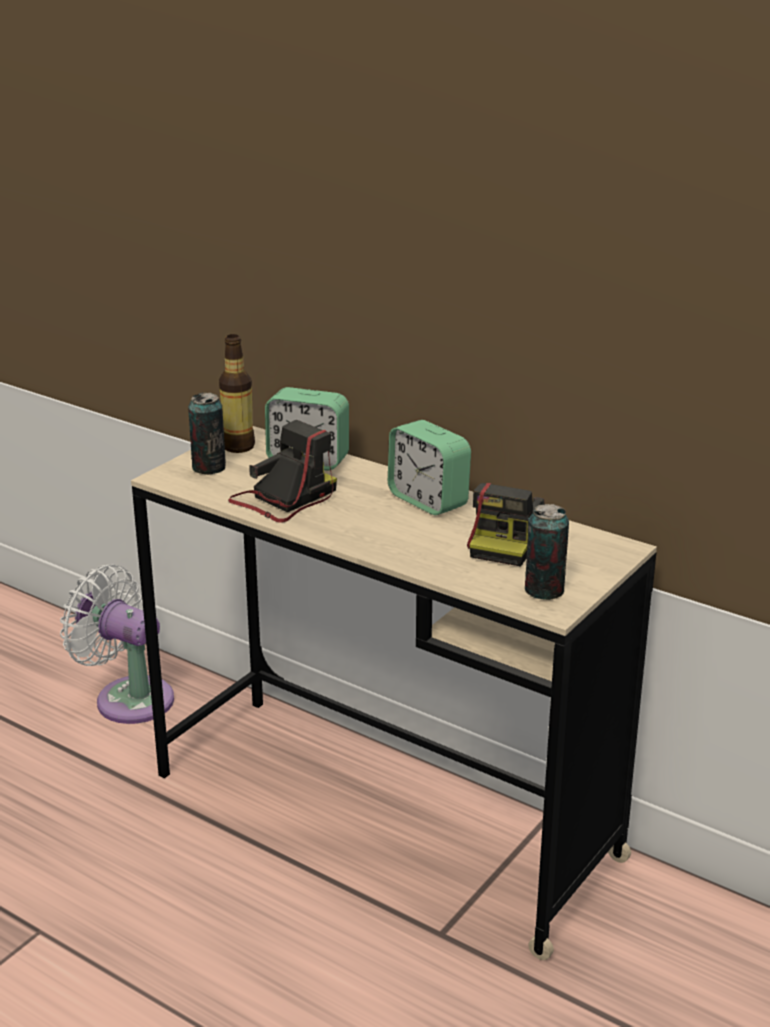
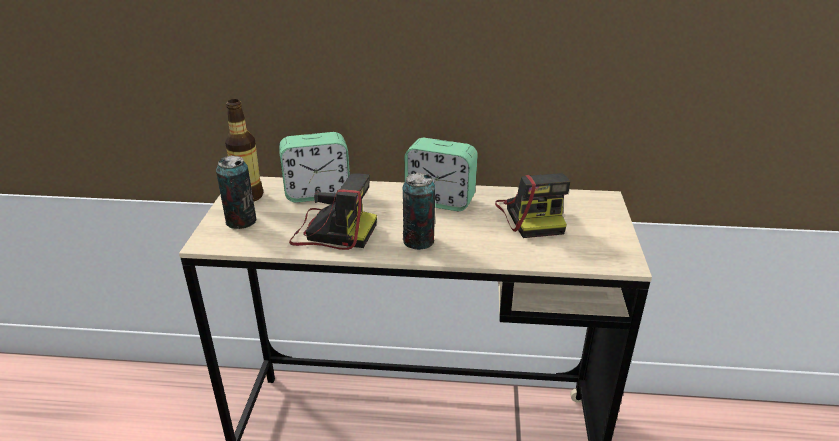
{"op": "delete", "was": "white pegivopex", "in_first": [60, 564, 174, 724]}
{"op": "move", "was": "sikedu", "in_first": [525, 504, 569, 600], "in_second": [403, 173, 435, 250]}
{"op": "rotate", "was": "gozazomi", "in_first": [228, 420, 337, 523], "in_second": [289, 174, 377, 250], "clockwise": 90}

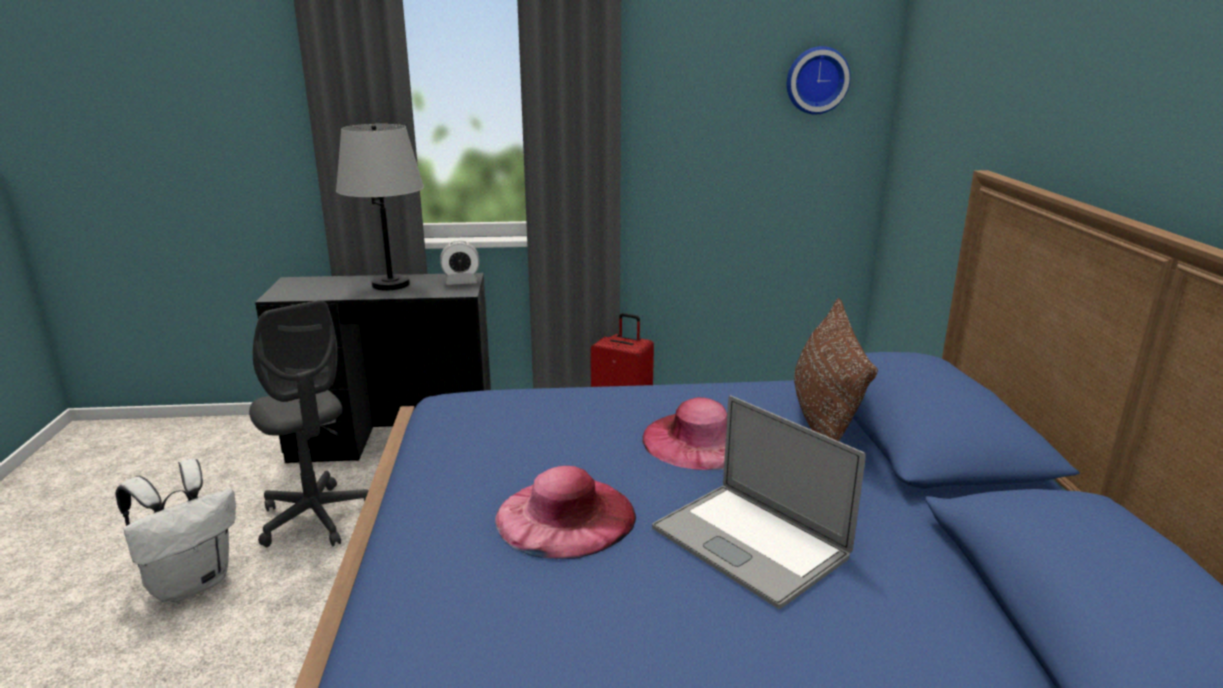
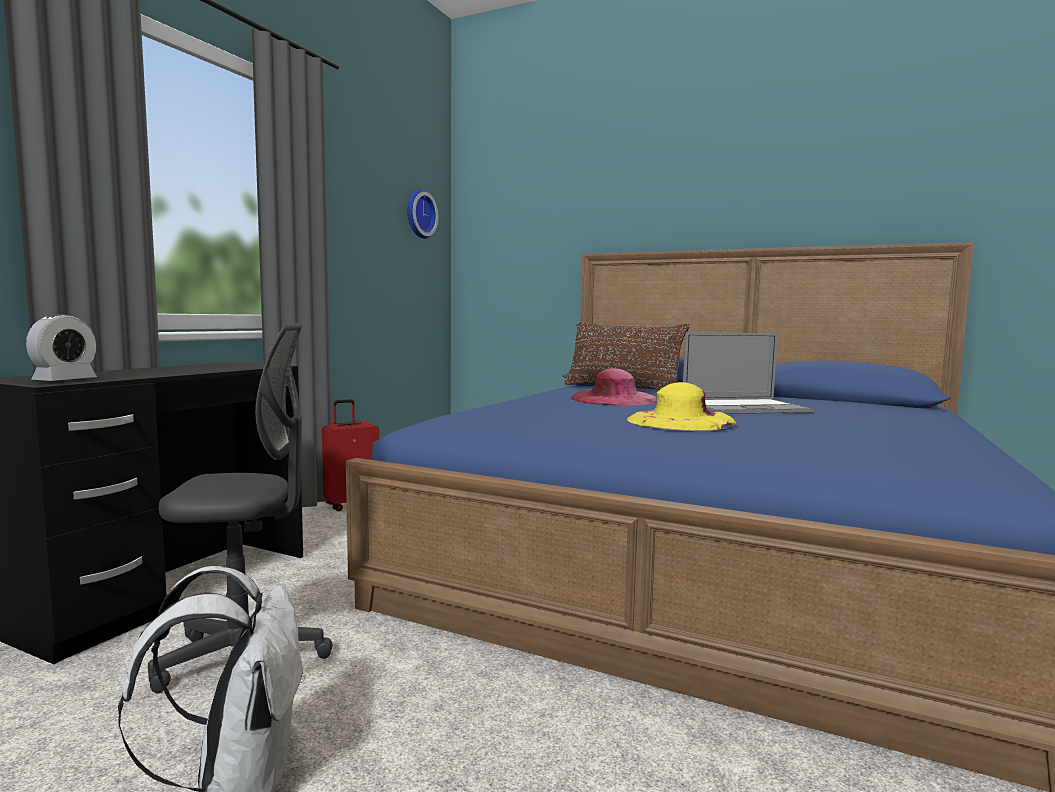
{"op": "delete", "was": "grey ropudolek", "in_first": [336, 124, 424, 291]}
{"op": "move", "was": "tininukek", "in_first": [440, 241, 479, 285], "in_second": [26, 314, 97, 381]}
{"op": "recolor", "was": "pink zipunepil", "now": "yellow zipunepil", "in_first": [495, 466, 636, 559], "in_second": [627, 382, 738, 431]}

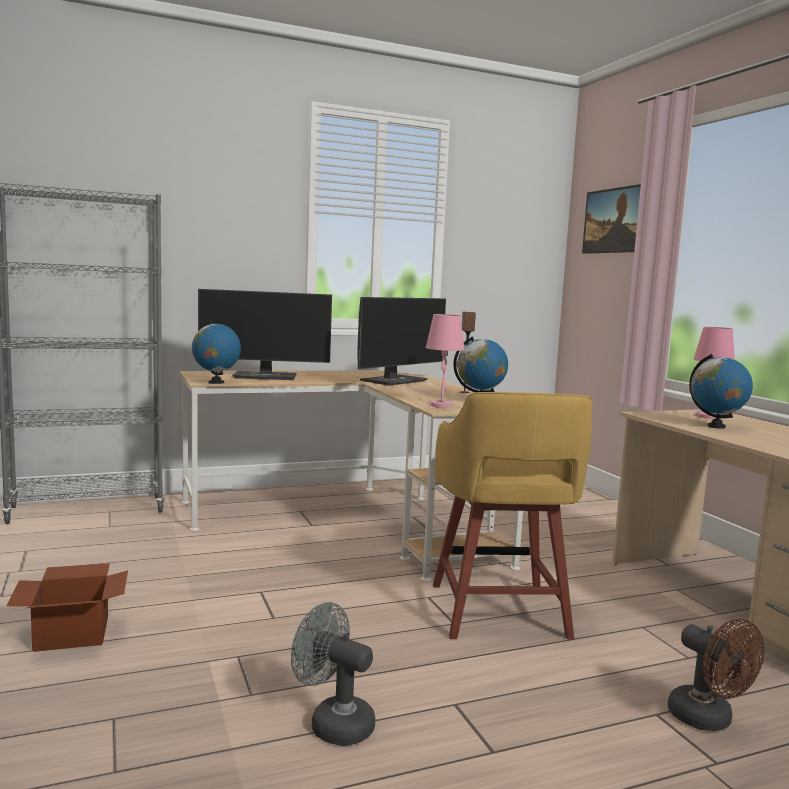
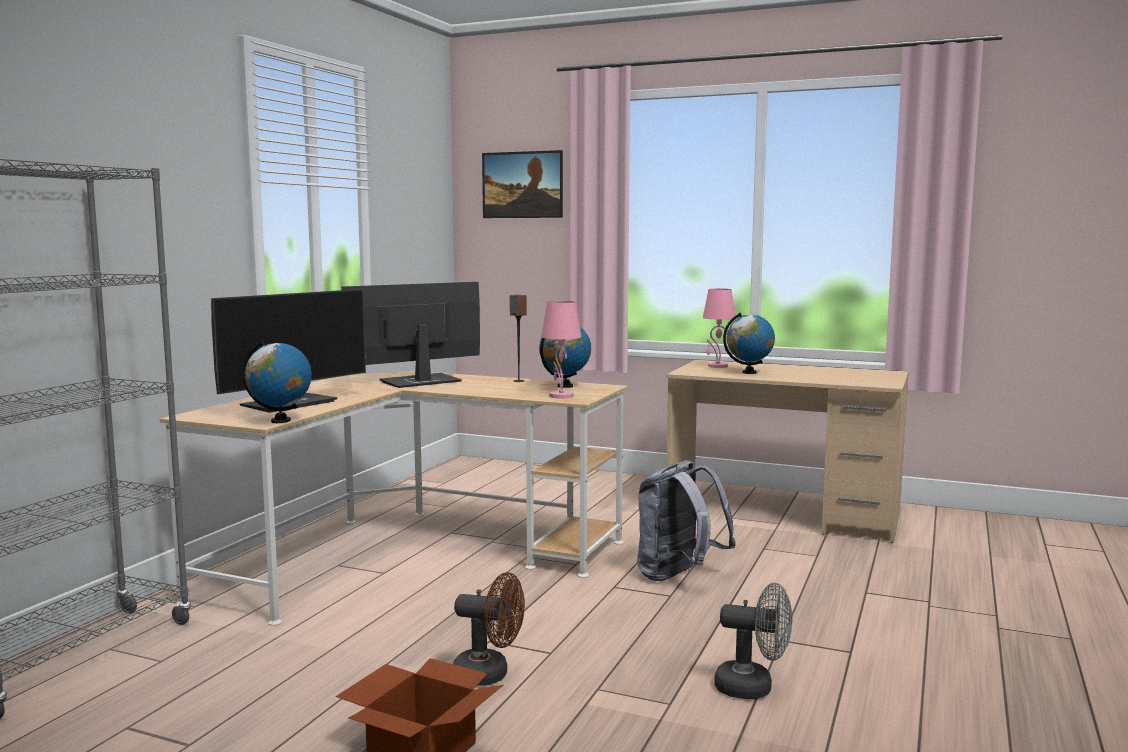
{"op": "move", "was": "brown pegivopex", "in_first": [668, 619, 765, 731], "in_second": [453, 572, 525, 686]}
{"op": "replace", "was": "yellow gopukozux", "now": "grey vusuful", "in_first": [433, 392, 592, 639], "in_second": [637, 460, 736, 581]}
{"op": "rotate", "was": "grey pegivopex", "in_first": [291, 602, 375, 746], "in_second": [715, 583, 792, 699], "clockwise": -150}
{"op": "rotate", "was": "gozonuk", "in_first": [357, 297, 446, 386], "in_second": [341, 282, 480, 388], "clockwise": -120}

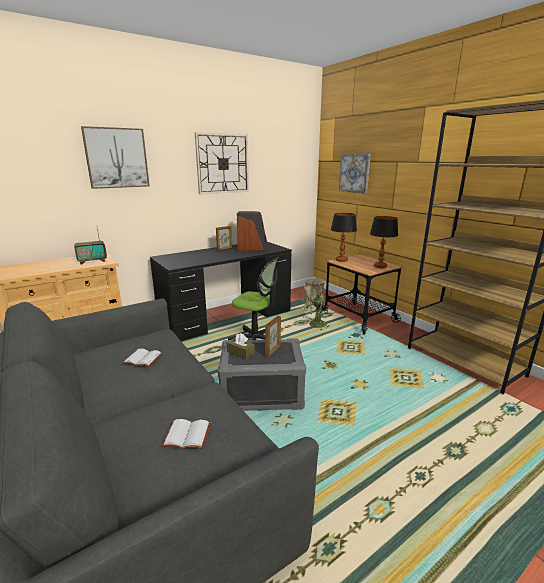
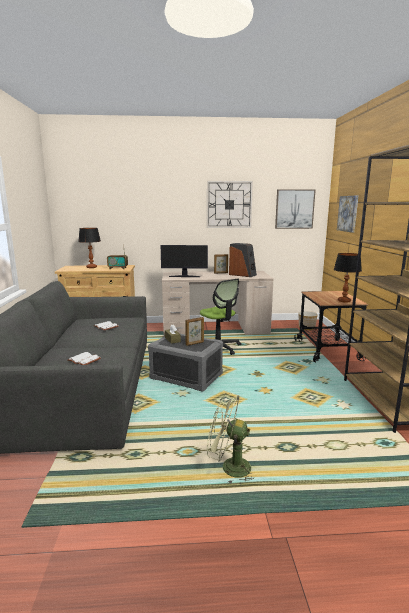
{"op": "insert", "now": "gozonuk", "in_second": [161, 245, 208, 277]}
{"op": "move", "was": "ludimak", "in_first": [81, 126, 150, 189], "in_second": [275, 189, 316, 229]}
{"op": "move", "was": "green pegivopex", "in_first": [300, 281, 331, 330], "in_second": [207, 392, 254, 484]}
{"op": "move", "was": "ropudolek", "in_first": [331, 213, 357, 262], "in_second": [78, 228, 101, 268]}
{"op": "recolor", "was": "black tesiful", "now": "beige tesiful", "in_first": [150, 242, 292, 341], "in_second": [162, 271, 274, 336]}

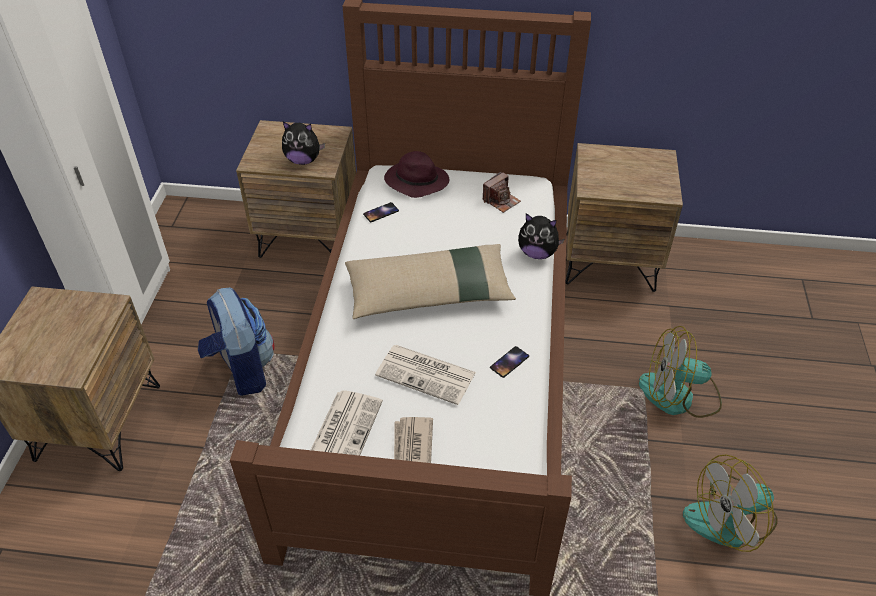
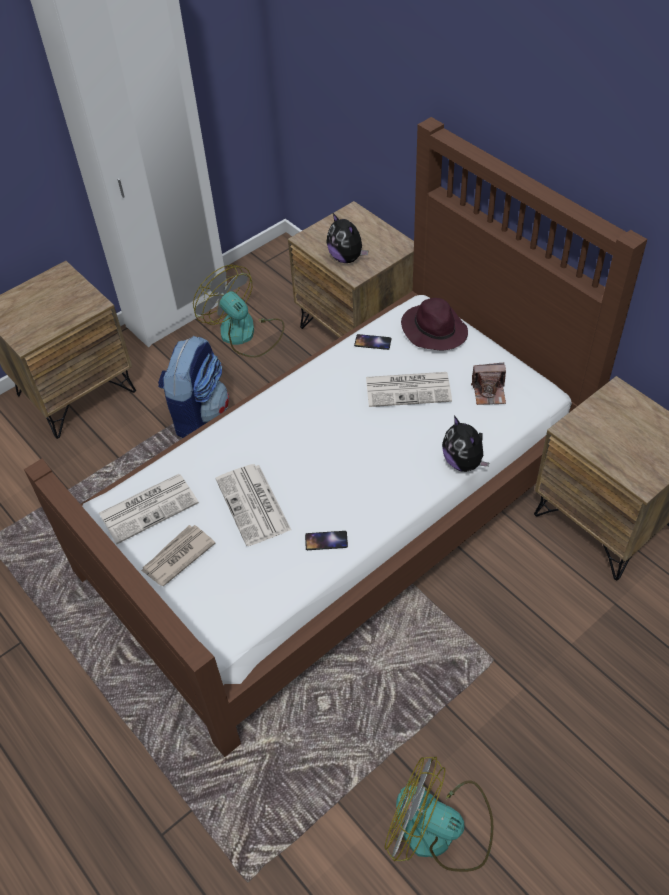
{"op": "delete", "was": "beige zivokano", "in_first": [345, 244, 516, 319]}
{"op": "insert", "now": "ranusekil", "in_second": [366, 372, 452, 407]}
{"op": "move", "was": "pegivopex", "in_first": [639, 326, 722, 418], "in_second": [193, 265, 284, 358]}

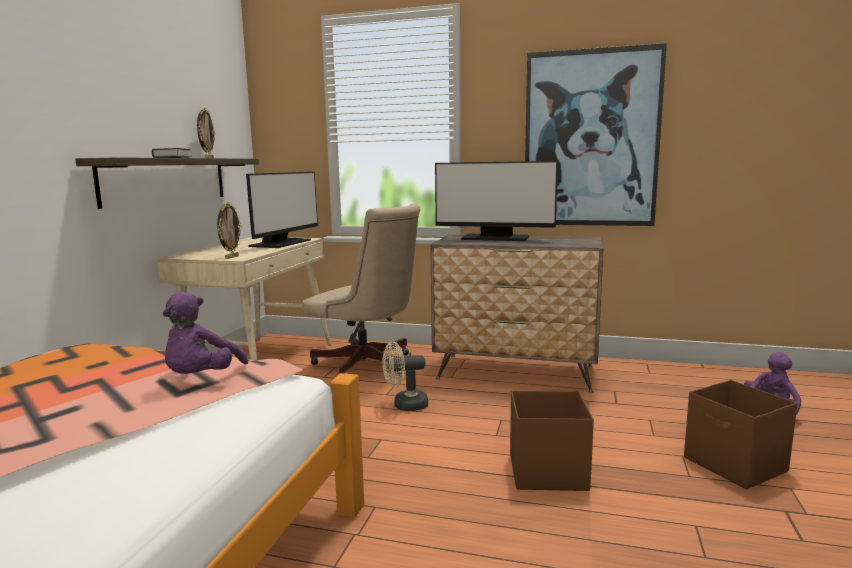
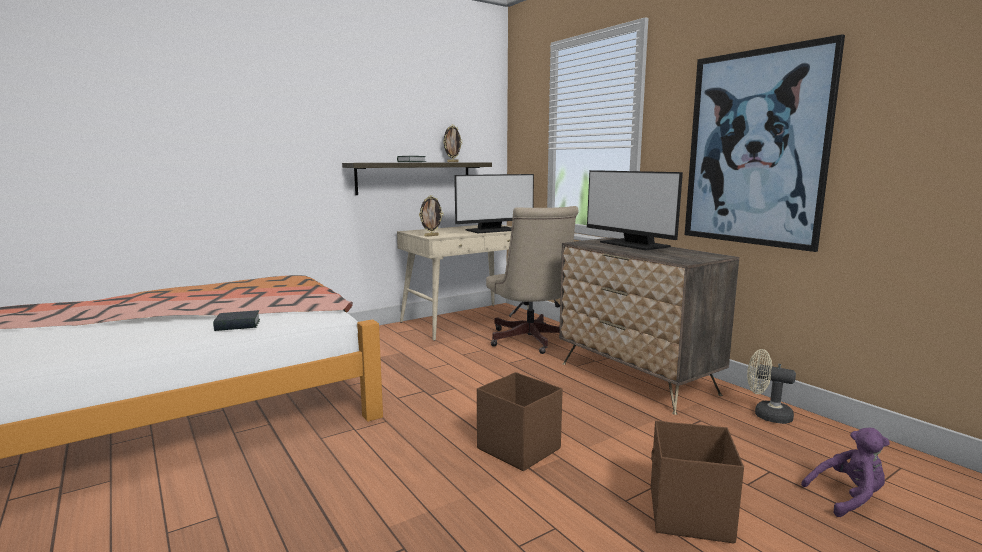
{"op": "delete", "was": "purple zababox", "in_first": [163, 292, 248, 374]}
{"op": "insert", "now": "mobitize", "in_second": [213, 310, 260, 331]}
{"op": "move", "was": "beige pegivopex", "in_first": [382, 342, 428, 411], "in_second": [747, 349, 796, 424]}

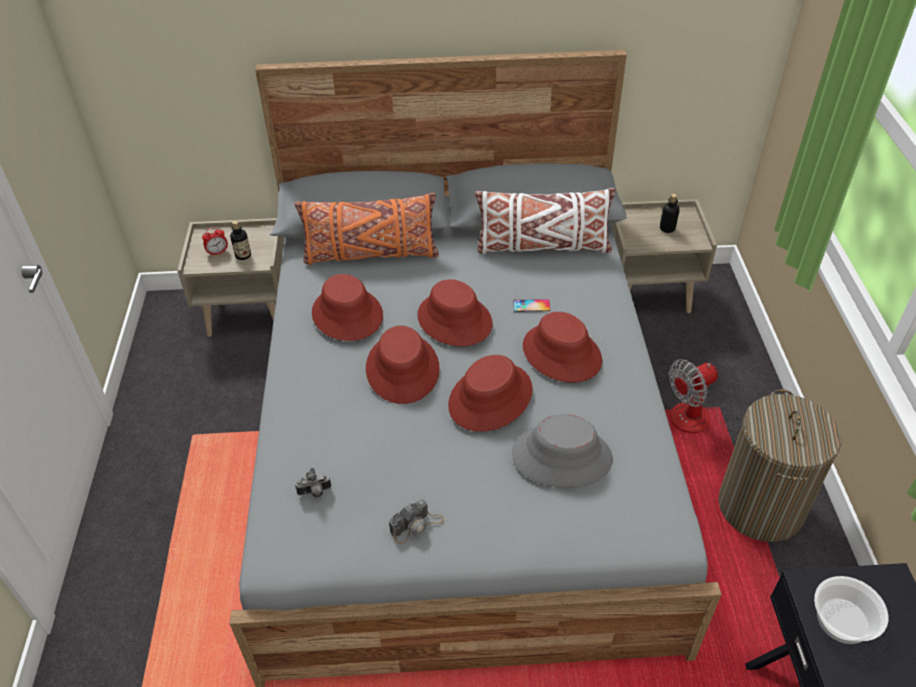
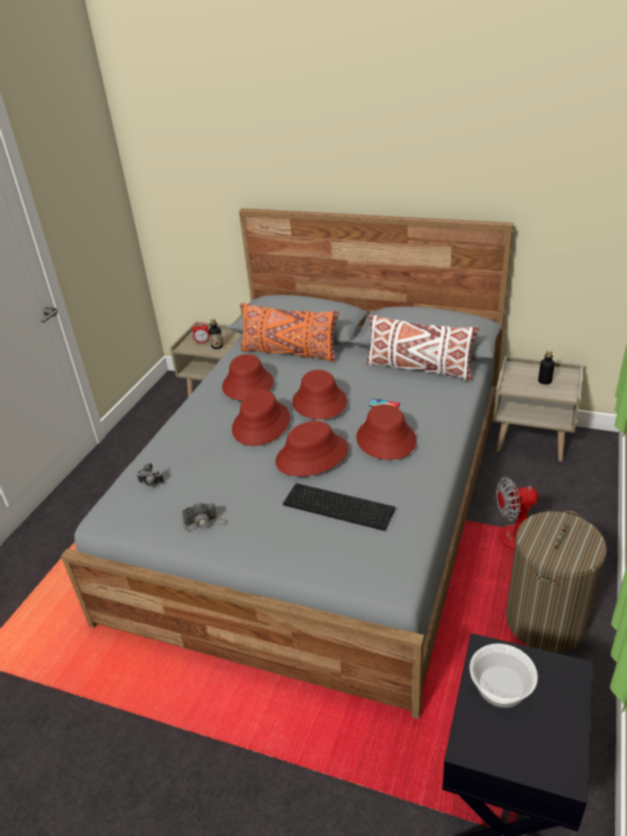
{"op": "replace", "was": "grey zipunepil", "now": "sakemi", "in_first": [512, 414, 613, 488], "in_second": [283, 483, 396, 531]}

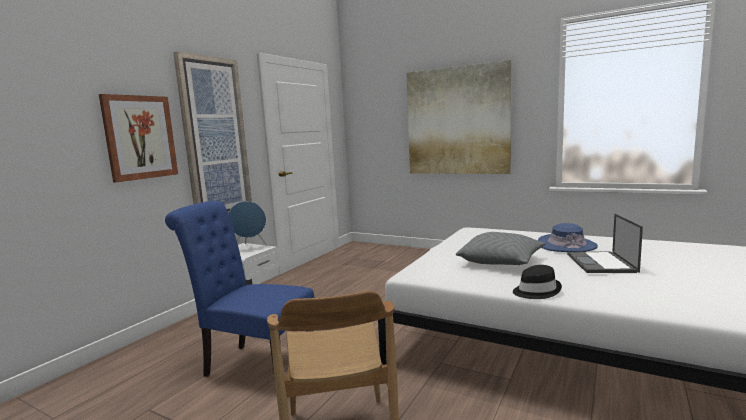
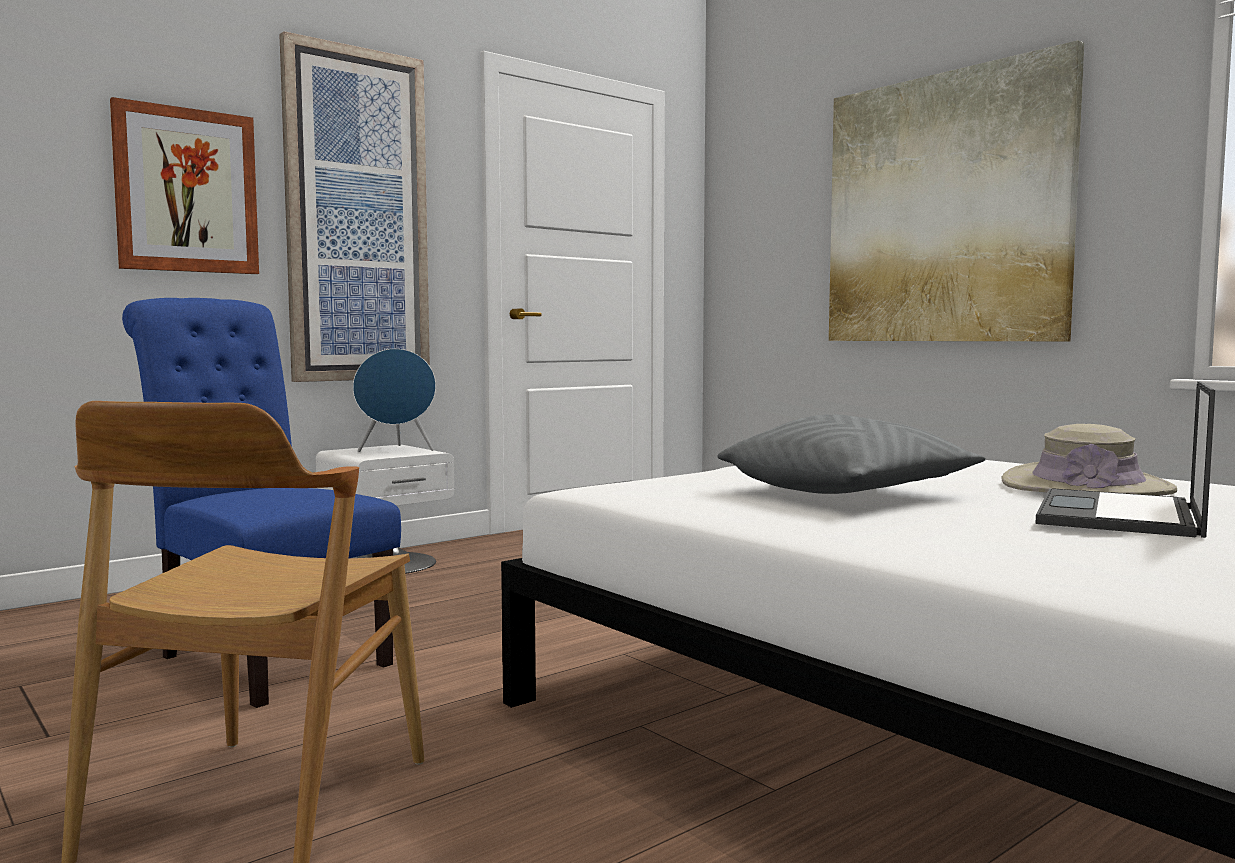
{"op": "delete", "was": "black zipunepil", "in_first": [513, 265, 562, 299]}
{"op": "recolor", "was": "blue zipunepil", "now": "beige zipunepil", "in_first": [537, 223, 598, 252], "in_second": [1001, 424, 1177, 496]}

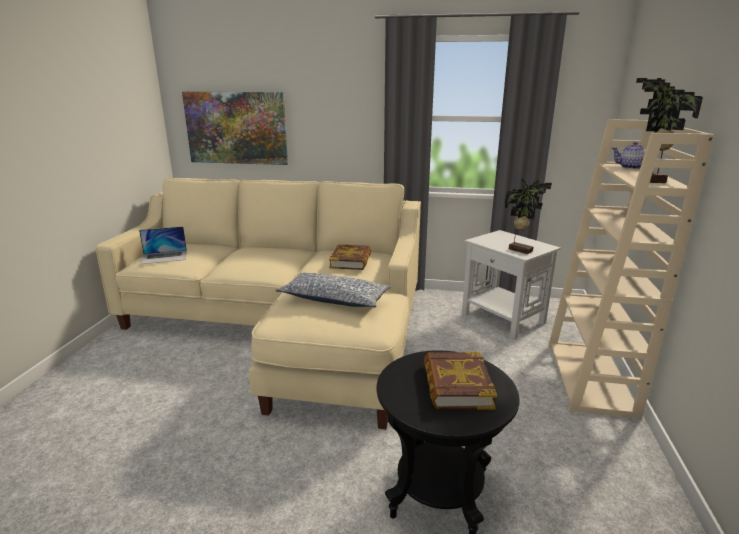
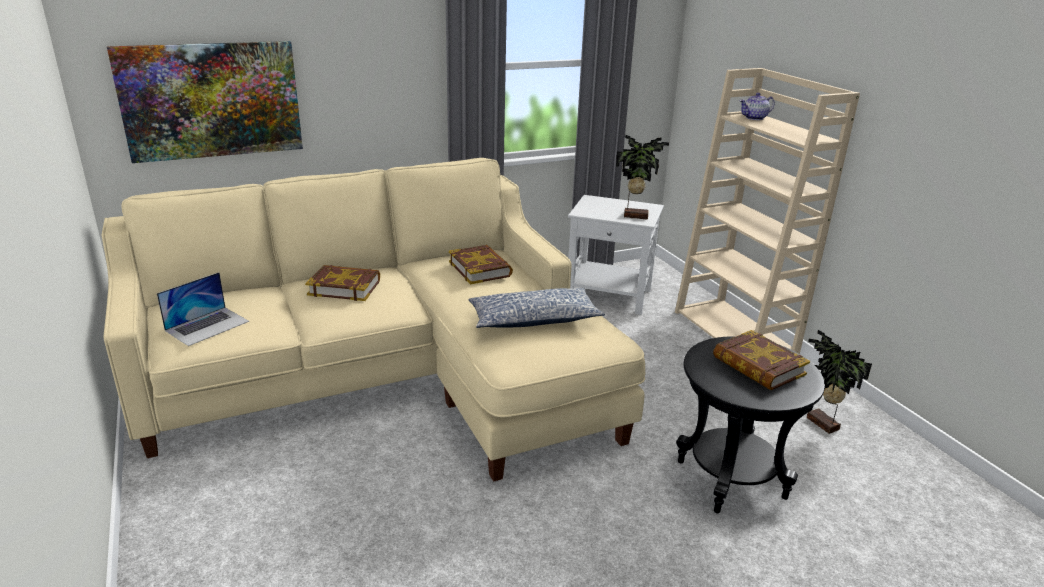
{"op": "insert", "now": "mobitize", "in_second": [305, 265, 380, 301]}
{"op": "move", "was": "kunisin", "in_first": [636, 78, 703, 183], "in_second": [807, 330, 872, 434]}

